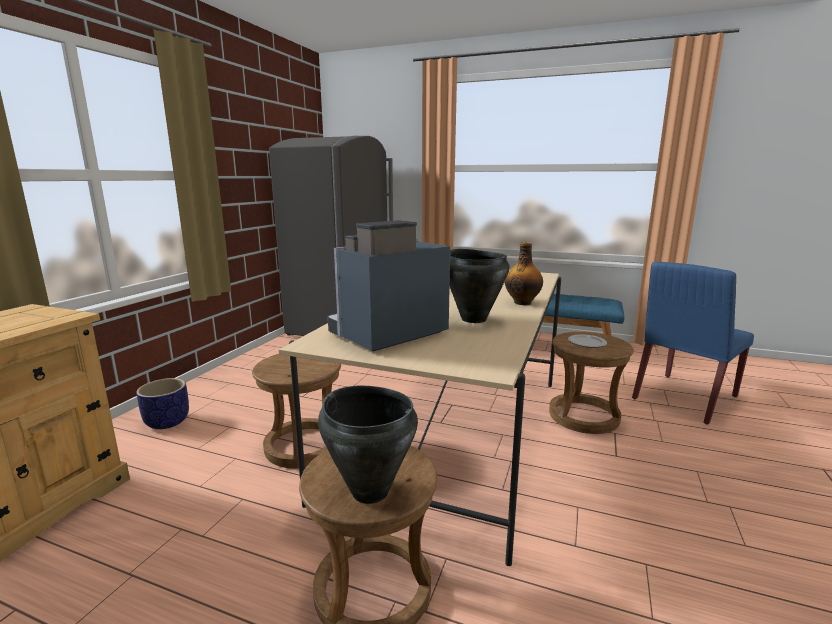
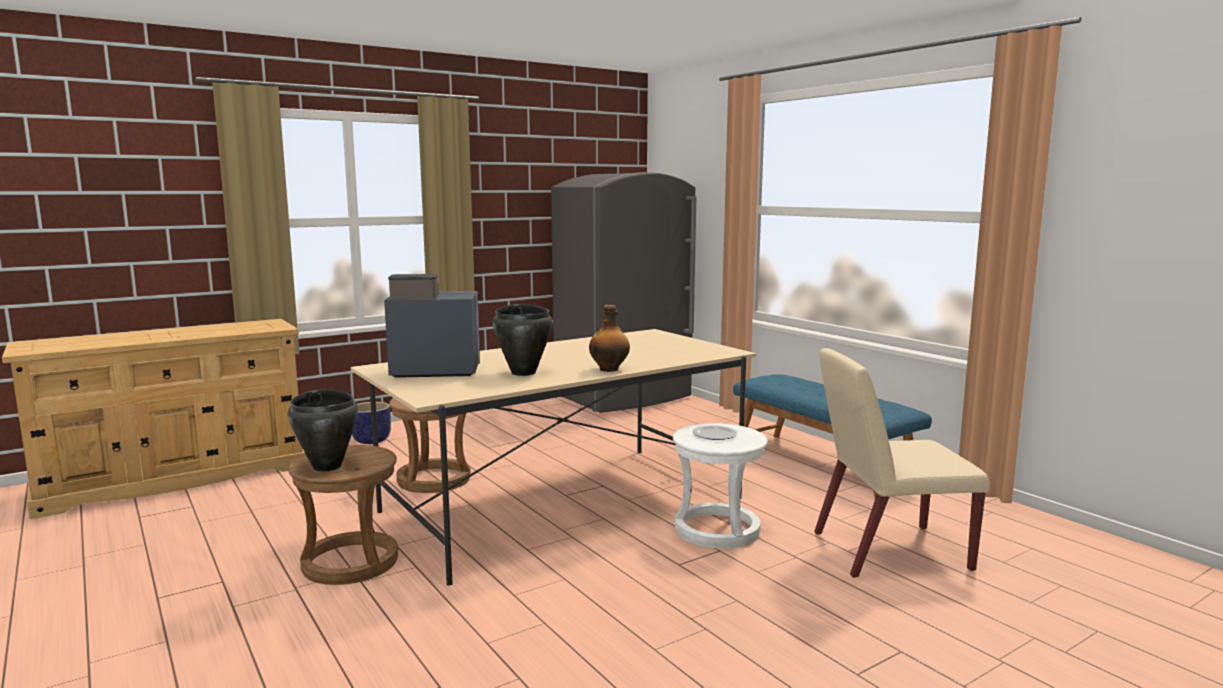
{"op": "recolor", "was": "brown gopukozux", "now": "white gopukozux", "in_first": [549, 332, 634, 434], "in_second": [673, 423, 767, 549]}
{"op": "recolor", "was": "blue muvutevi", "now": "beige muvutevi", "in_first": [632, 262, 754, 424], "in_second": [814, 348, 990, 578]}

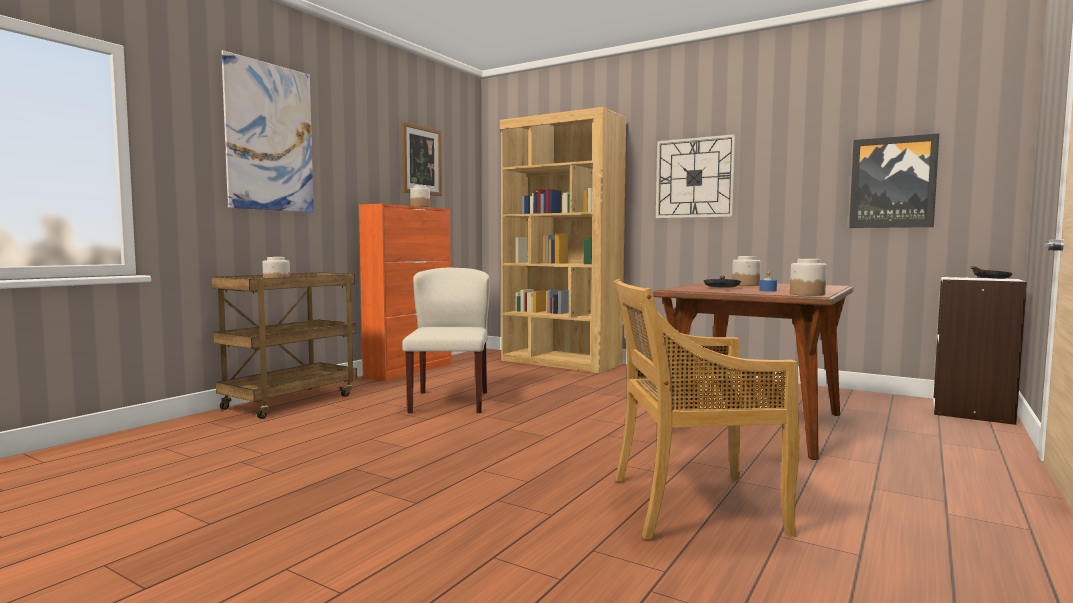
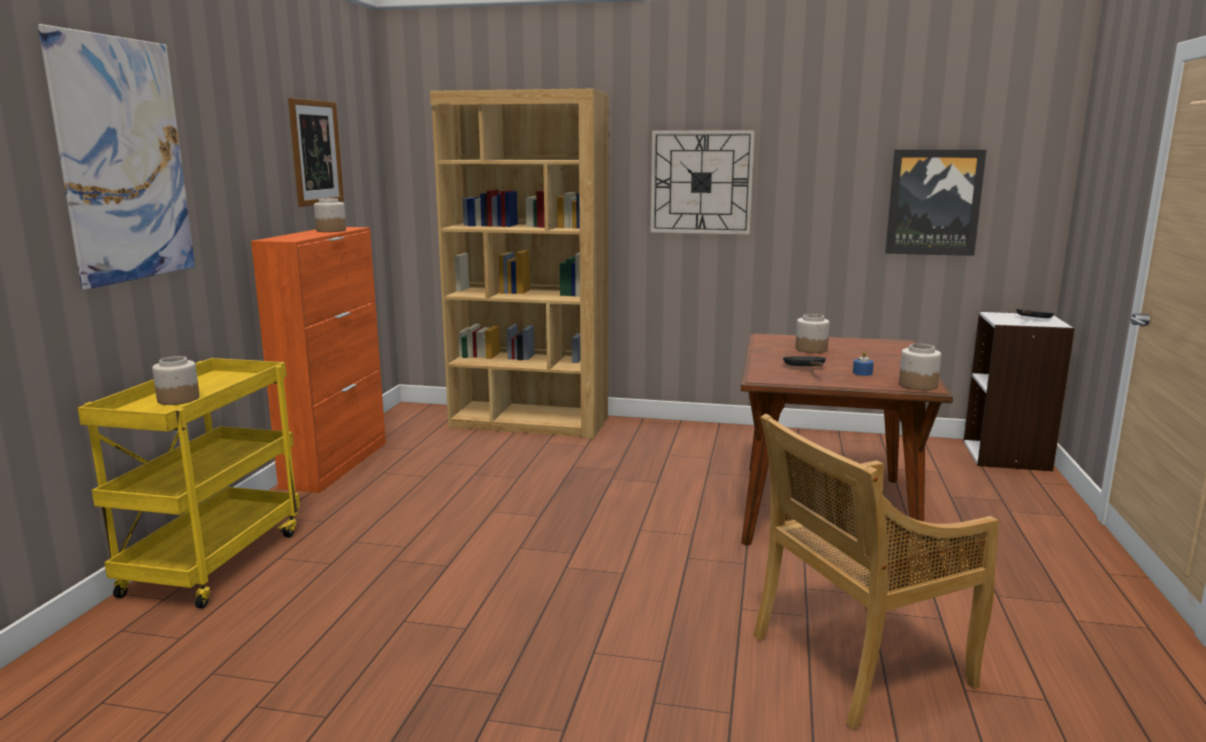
{"op": "delete", "was": "beige muvutevi", "in_first": [402, 268, 490, 413]}
{"op": "recolor", "was": "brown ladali", "now": "yellow ladali", "in_first": [211, 272, 357, 419], "in_second": [78, 358, 300, 608]}

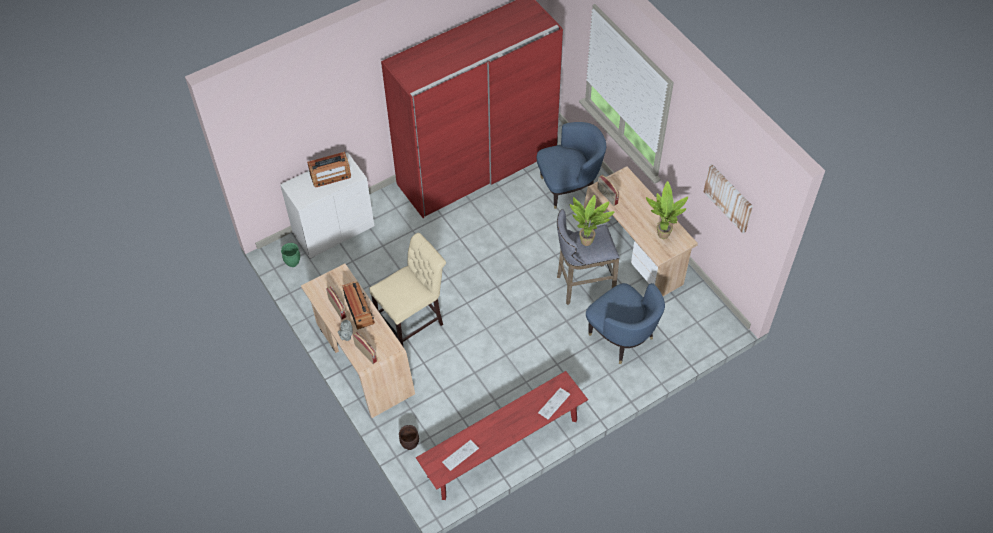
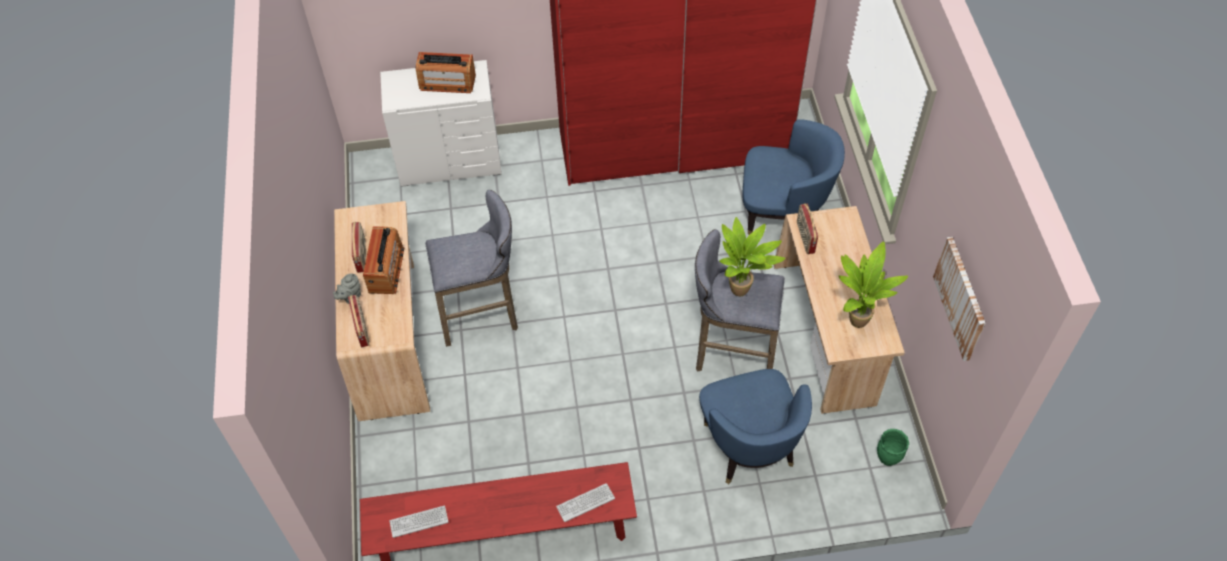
{"op": "delete", "was": "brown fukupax", "in_first": [399, 425, 419, 450]}
{"op": "move", "was": "green fukupax", "in_first": [281, 243, 300, 267], "in_second": [877, 429, 909, 466]}
{"op": "replace", "was": "beige muvutevi", "now": "grey gopukozux", "in_first": [369, 233, 446, 346], "in_second": [425, 190, 518, 347]}

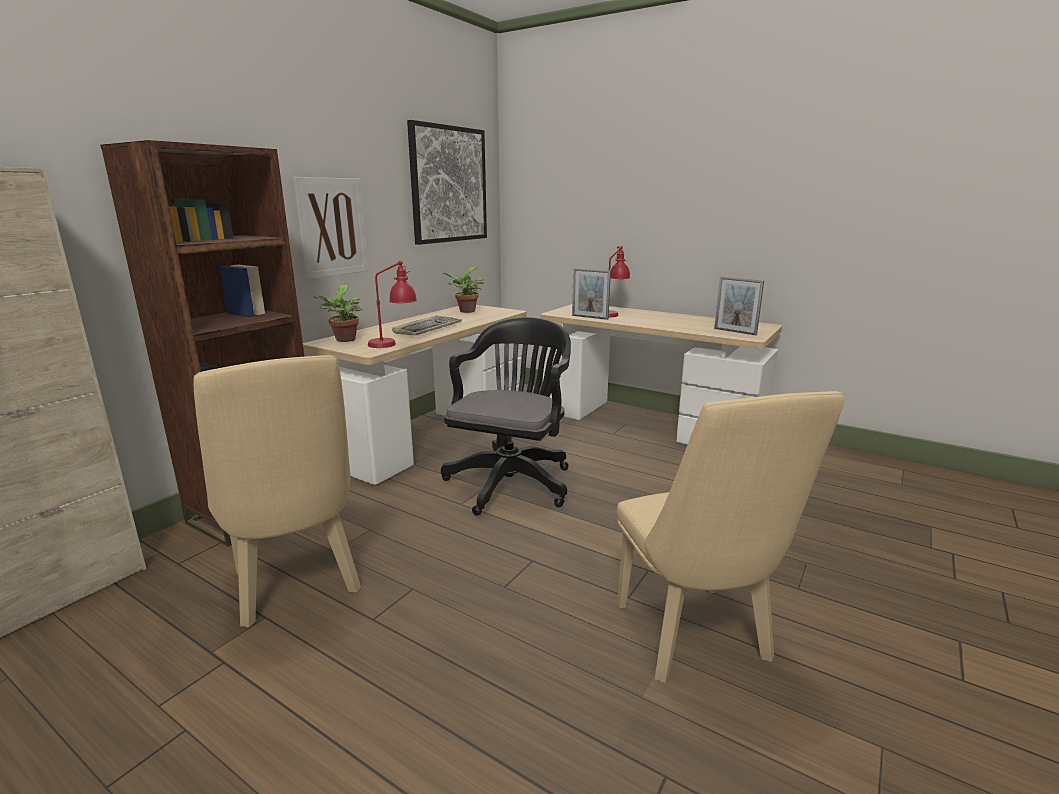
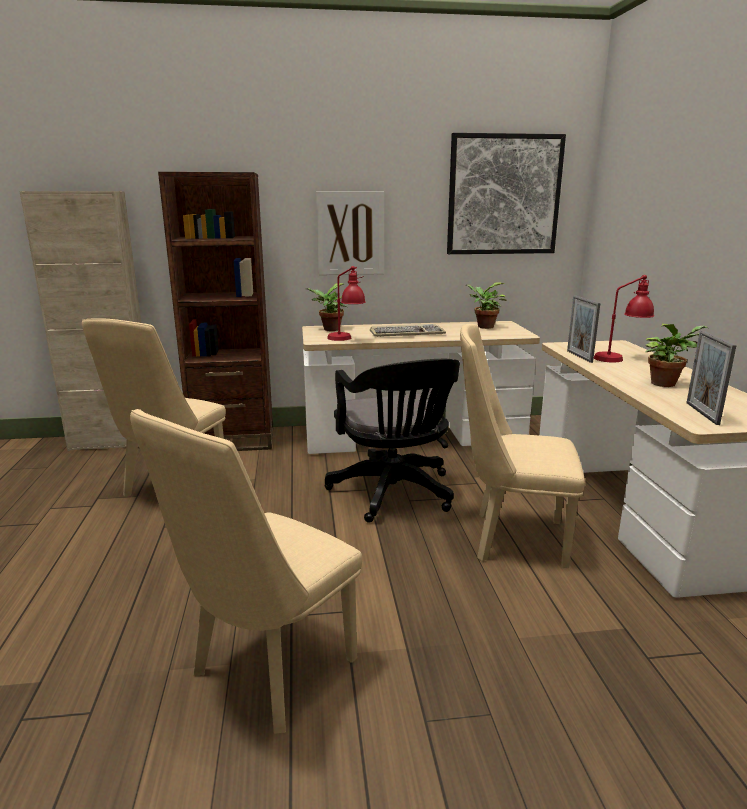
{"op": "insert", "now": "beige muvutevi", "in_second": [460, 324, 585, 568]}
{"op": "insert", "now": "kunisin", "in_second": [645, 323, 708, 387]}
{"op": "rotate", "was": "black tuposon", "in_first": [441, 317, 571, 516], "in_second": [325, 359, 460, 523], "clockwise": 90}

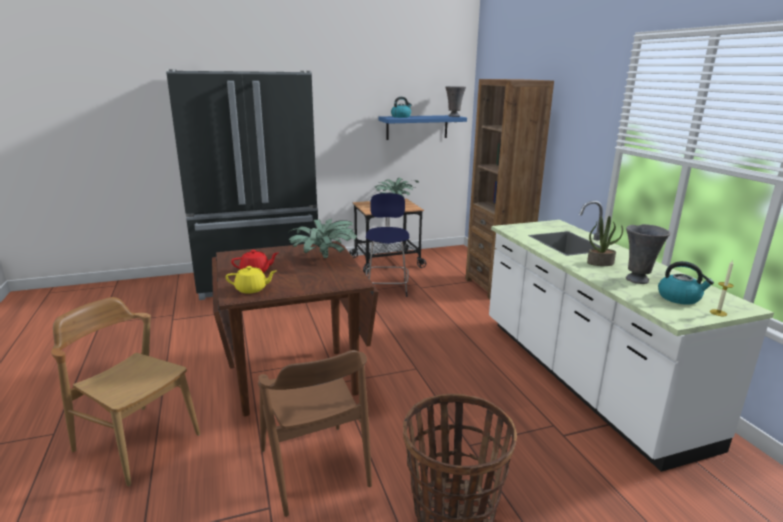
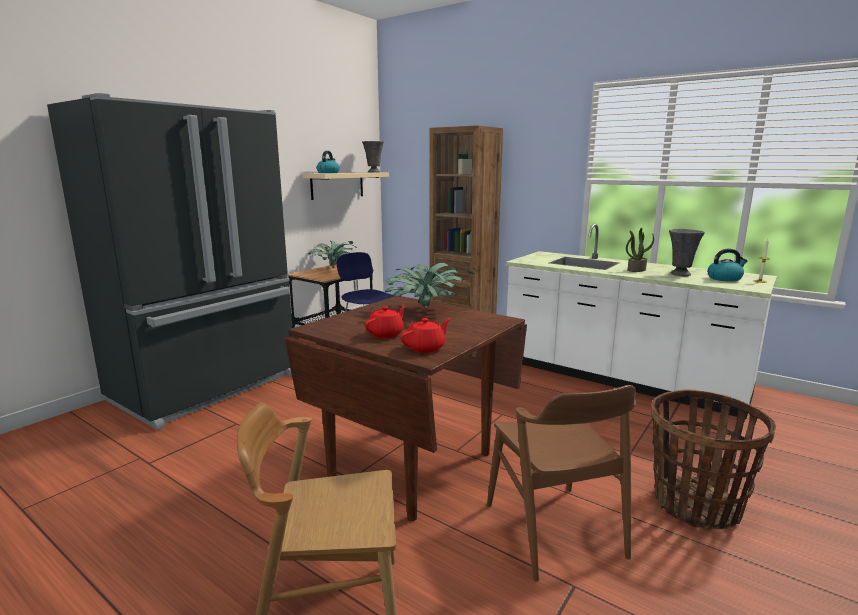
{"op": "recolor", "was": "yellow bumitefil", "now": "red bumitefil", "in_first": [226, 266, 276, 294], "in_second": [400, 318, 450, 353]}
{"op": "recolor", "was": "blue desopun", "now": "beige desopun", "in_first": [378, 115, 467, 140], "in_second": [302, 172, 389, 200]}
{"op": "rotate", "was": "brown muvutevi", "in_first": [258, 350, 372, 517], "in_second": [487, 385, 636, 582], "clockwise": 45}

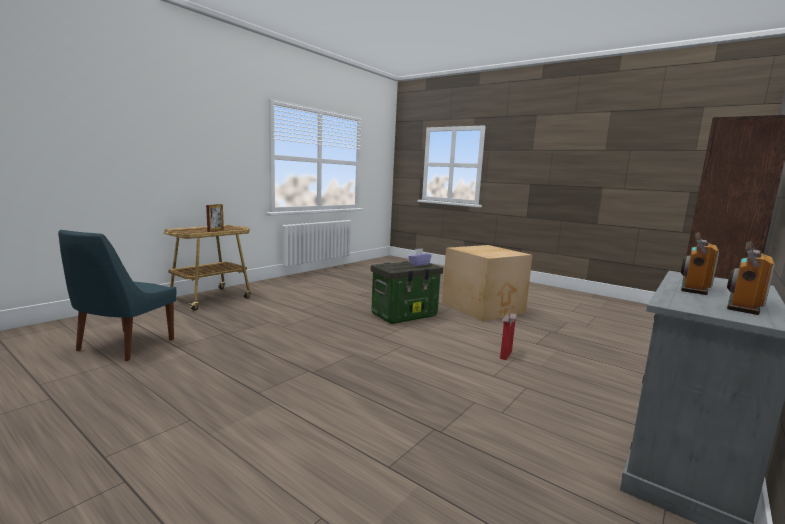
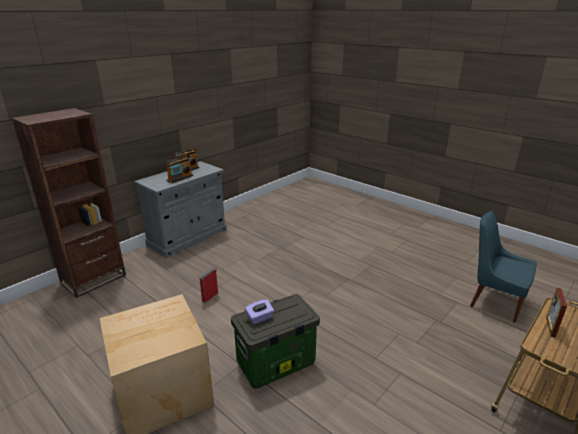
{"op": "rotate", "was": "blue muvutevi", "in_first": [58, 230, 176, 361], "in_second": [470, 211, 537, 323], "clockwise": -75}

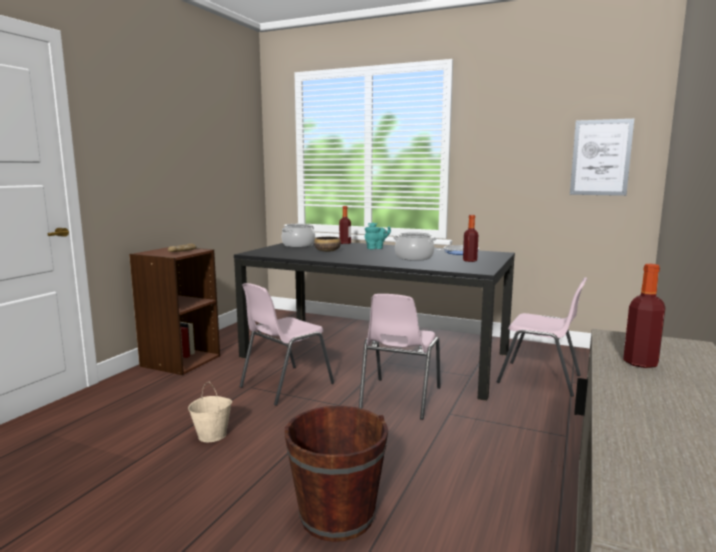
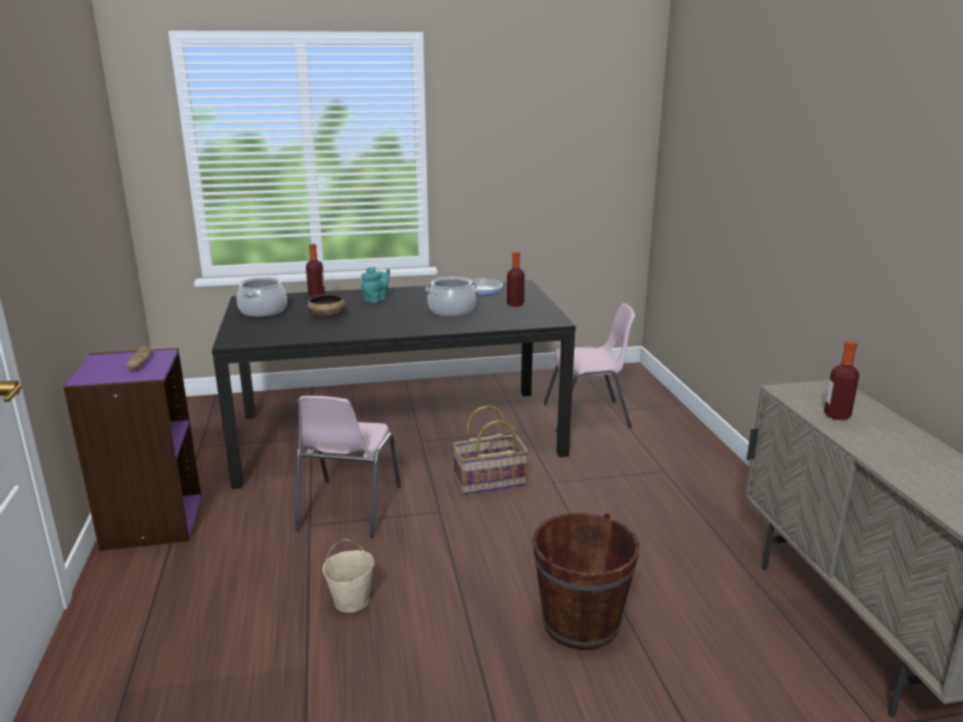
{"op": "delete", "was": "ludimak", "in_first": [570, 119, 634, 196]}
{"op": "replace", "was": "pink muvutevi", "now": "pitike", "in_first": [359, 294, 440, 420], "in_second": [452, 405, 528, 495]}
{"op": "recolor", "was": "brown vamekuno", "now": "purple vamekuno", "in_first": [129, 247, 220, 375], "in_second": [63, 348, 201, 551]}

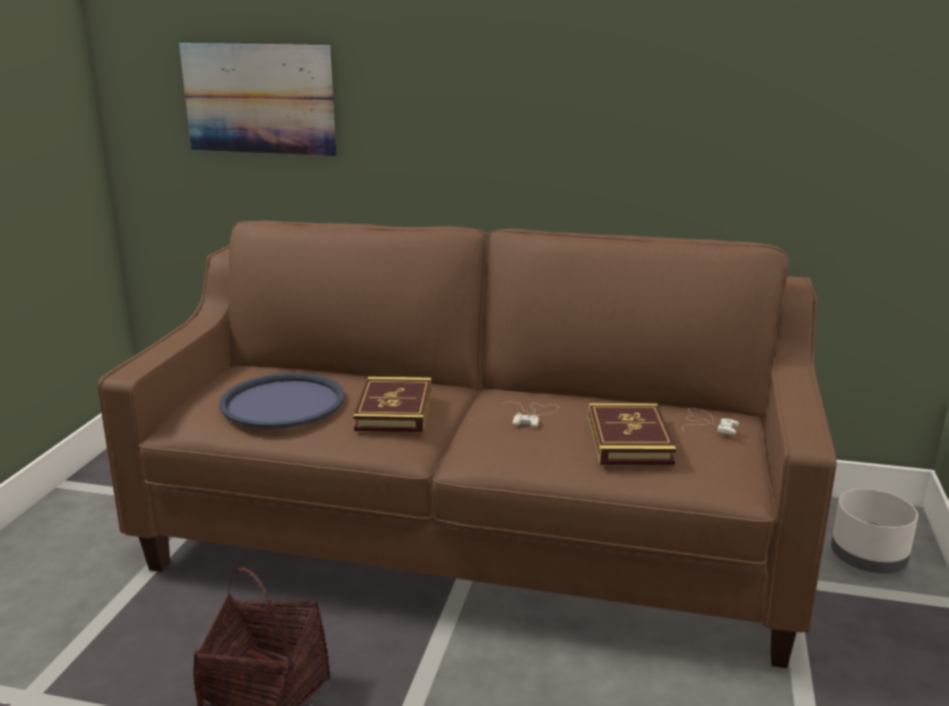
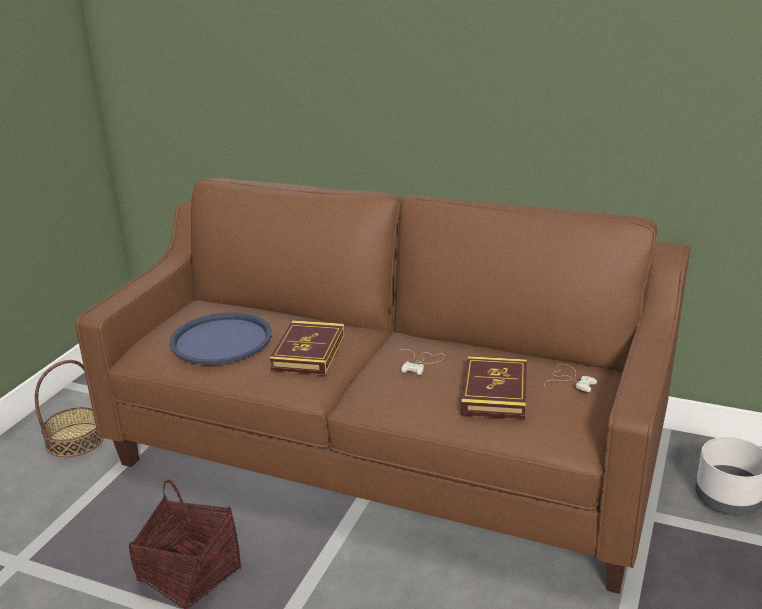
{"op": "delete", "was": "ludimak", "in_first": [179, 43, 336, 156]}
{"op": "insert", "now": "pitike", "in_second": [35, 360, 104, 457]}

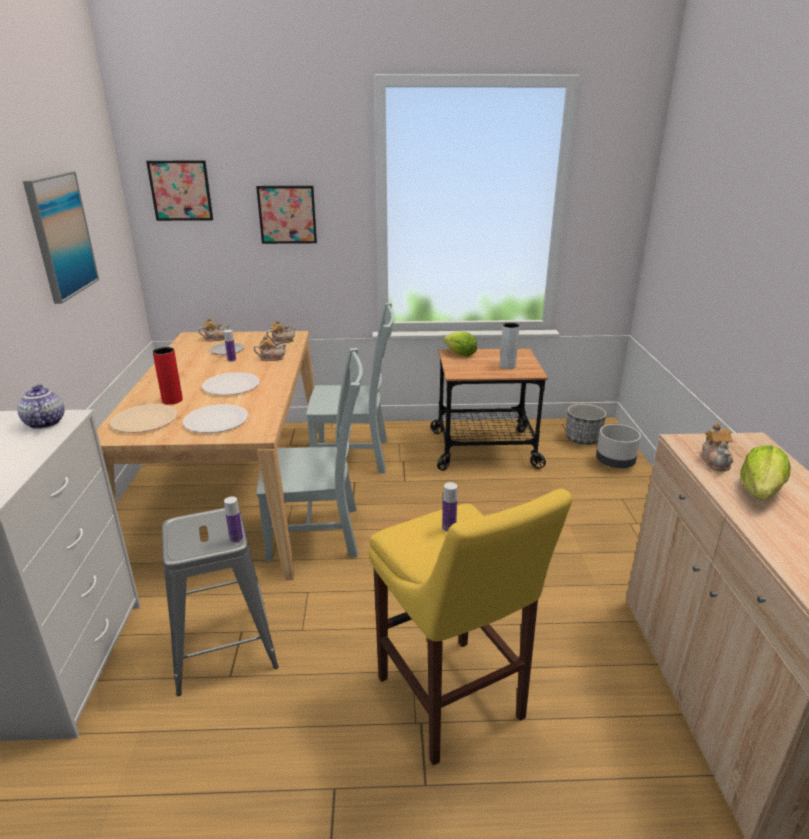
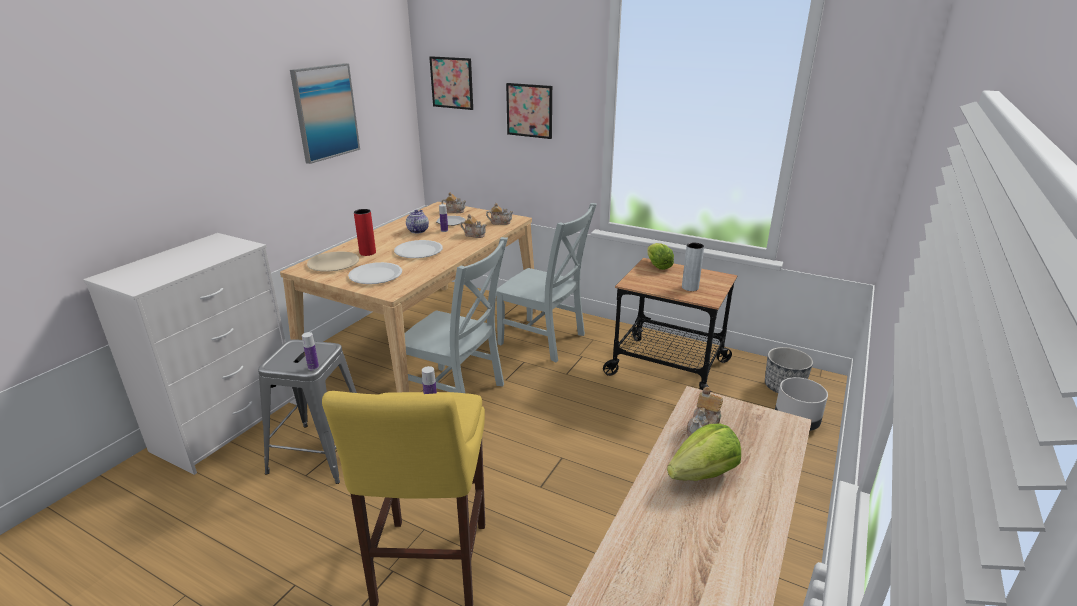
{"op": "move", "was": "bumitefil", "in_first": [17, 384, 64, 429], "in_second": [406, 210, 429, 233]}

